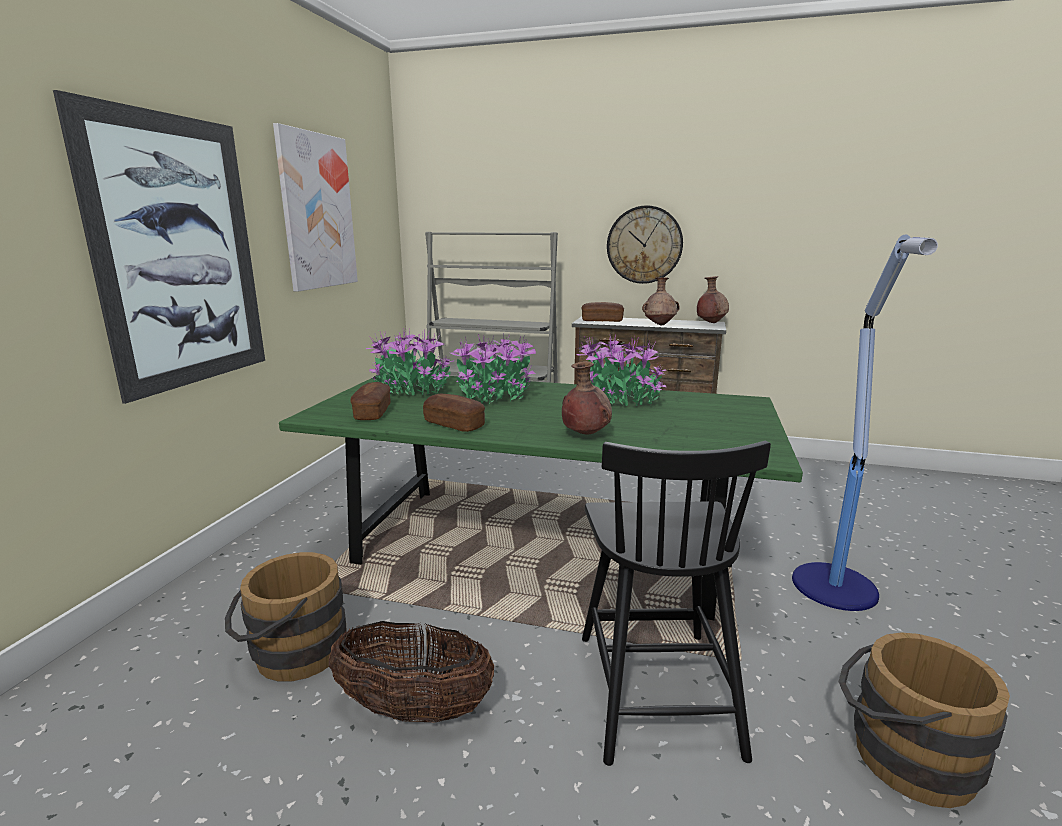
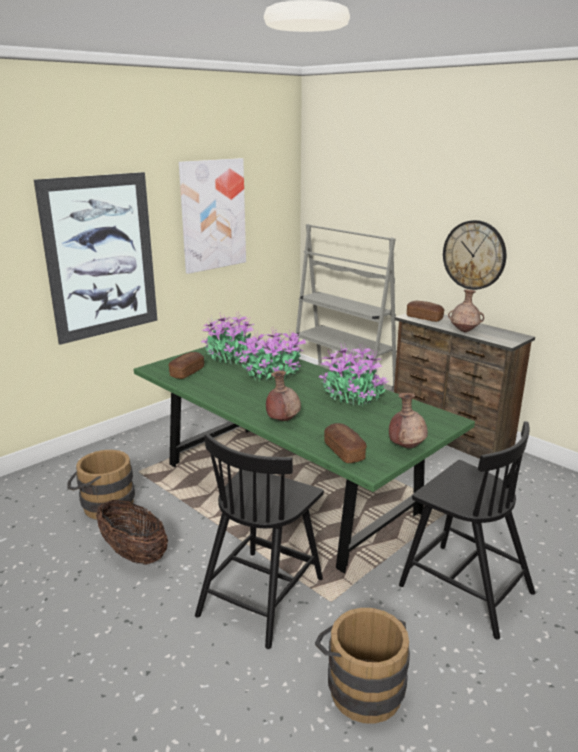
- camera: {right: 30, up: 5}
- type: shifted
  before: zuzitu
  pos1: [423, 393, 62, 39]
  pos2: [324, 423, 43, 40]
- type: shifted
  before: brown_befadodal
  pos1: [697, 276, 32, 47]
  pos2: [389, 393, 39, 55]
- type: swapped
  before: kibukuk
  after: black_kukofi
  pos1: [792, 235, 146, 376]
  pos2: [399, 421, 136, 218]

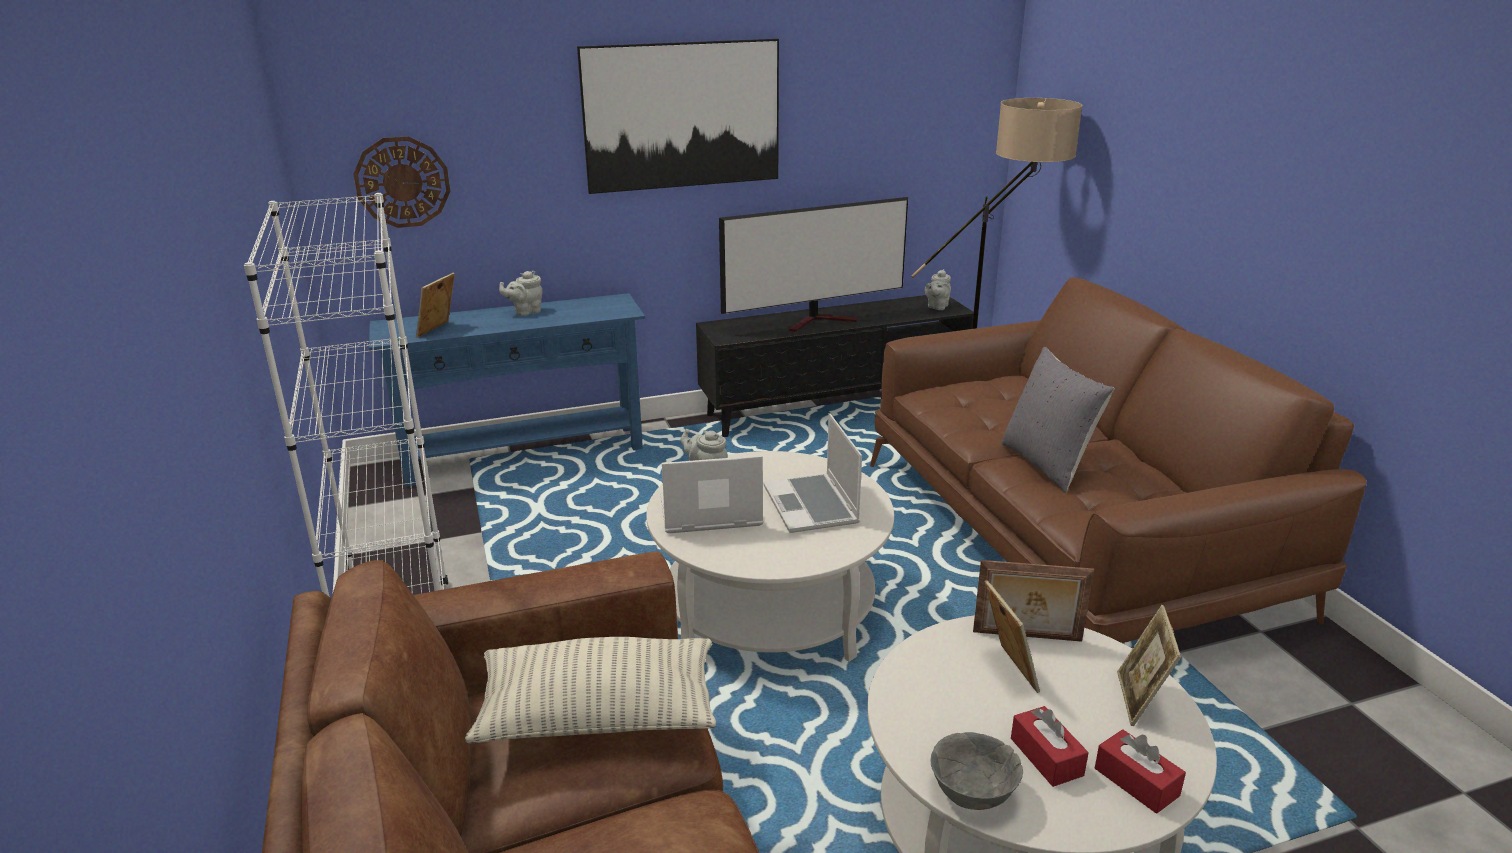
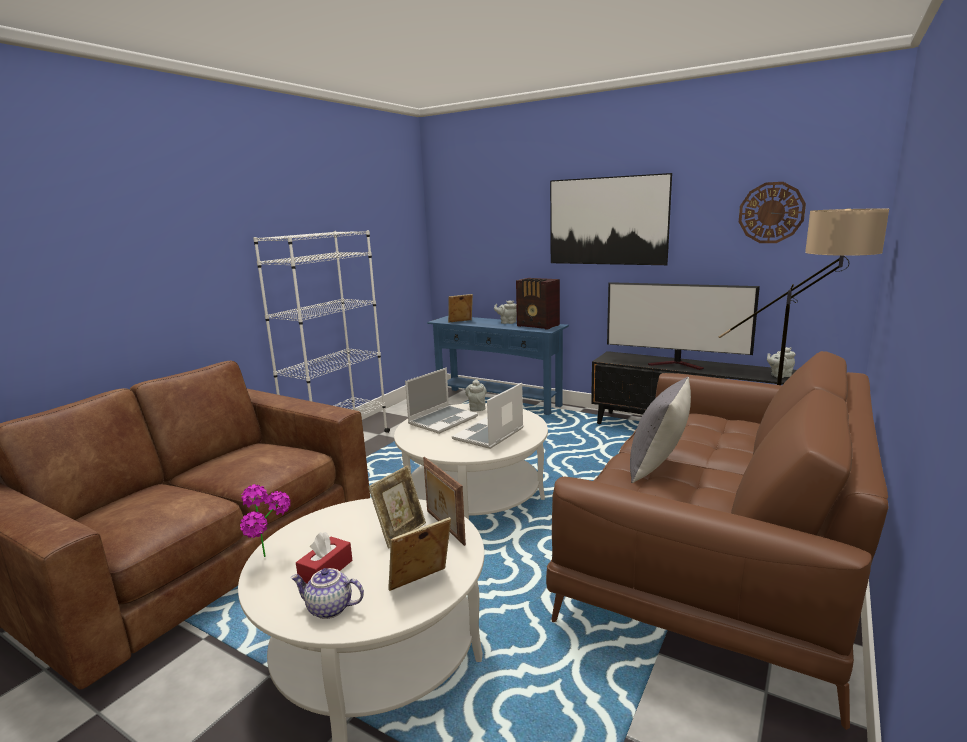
- camera: {right: 50, up: -10}
- type: shifted
  before: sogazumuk
  pos1: [353, 136, 97, 92]
  pos2: [739, 182, 67, 61]
- type: gone
  before: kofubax
  pos1: [465, 637, 251, 106]
- type: rotated
  before: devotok
  pos1: [660, 455, 103, 78]
  pos2: [405, 367, 73, 67]
  turn: 90
- type: swapped
  before: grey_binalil
  after: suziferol
  pos1: [931, 732, 92, 78]
  pos2: [240, 484, 51, 73]
- type: swapped
  before: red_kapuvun
  after: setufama
  pos1: [1095, 729, 91, 85]
  pos2: [291, 568, 73, 51]
- type: new
  after: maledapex
  pos2: [516, 278, 44, 52]

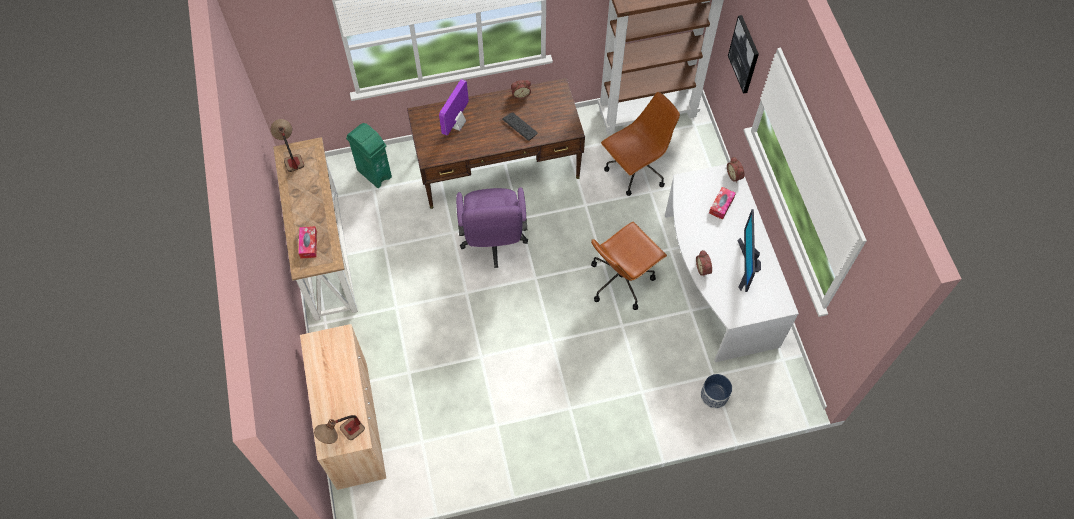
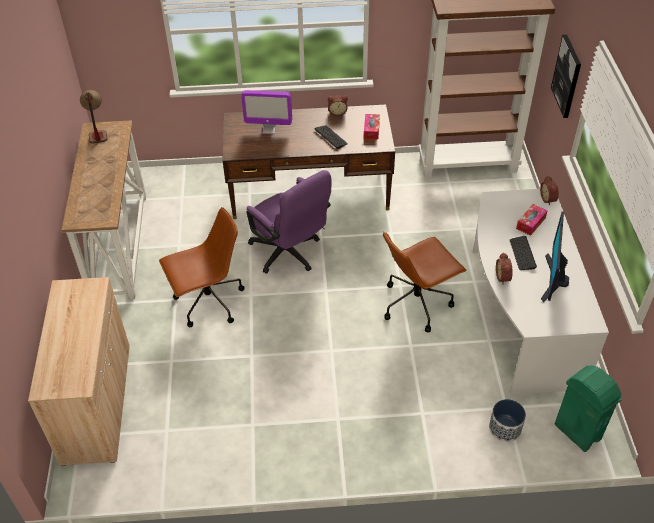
- camera: {right: 10, up: -15}
- type: shifted
  before: kapuvun
  pos1: [298, 226, 19, 33]
  pos2: [364, 114, 16, 25]
- type: gone
  before: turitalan
  pos1: [314, 415, 51, 29]
- type: shifted
  before: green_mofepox
  pos1: [346, 123, 46, 65]
  pos2: [555, 366, 67, 86]
- type: rotated
  before: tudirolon
  pos1: [439, 79, 30, 57]
  pos2: [241, 90, 51, 44]
  turn: -120
- type: rotated
  before: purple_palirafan
  pos1: [456, 187, 72, 81]
  pos2: [247, 170, 84, 104]
  turn: -45
- type: shifted
  before: brown_palirafan
  pos1: [601, 92, 79, 104]
  pos2: [159, 207, 85, 120]
- type: new
  after: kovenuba
  pos2: [510, 236, 27, 34]

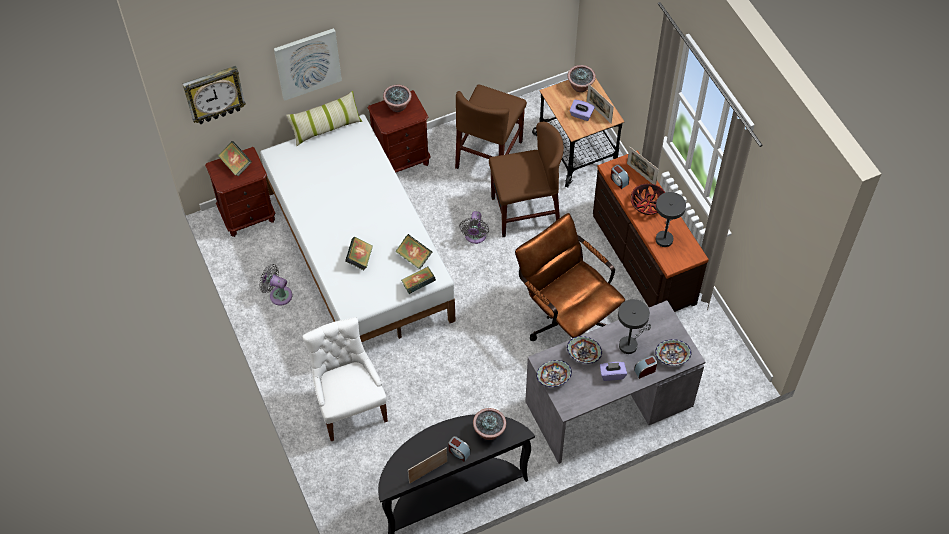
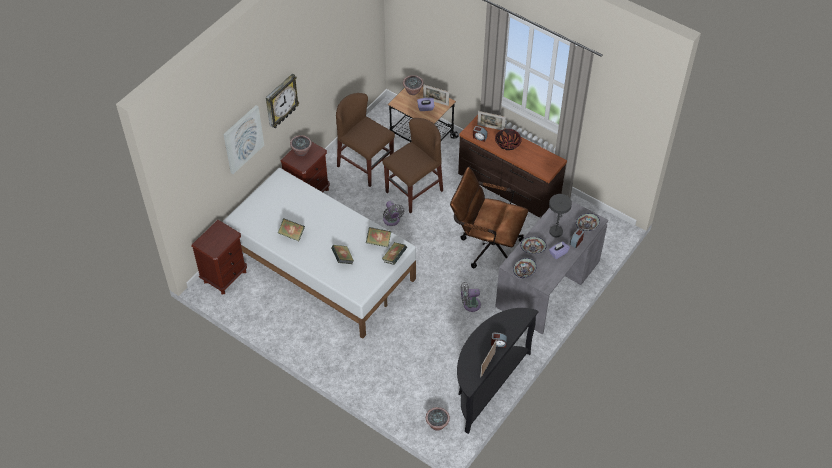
- camera: {right: -30, up: -5}
- type: shifted
  before: sogazumuk
  pos1: [183, 66, 63, 58]
  pos2: [266, 74, 33, 54]
- type: shifted
  before: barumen
  pos1: [218, 141, 34, 35]
  pos2: [278, 218, 27, 23]
- type: shifted
  before: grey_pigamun
  pos1: [259, 264, 33, 42]
  pos2: [461, 282, 20, 30]
- type: gone
  before: kofubax
  pos1: [286, 91, 76, 55]
- type: gone
  before: white_kukofi
  pos1: [302, 317, 86, 124]
- type: rotated
  before: brown_kukofi
  pos1: [455, 85, 72, 84]
  pos2: [336, 93, 59, 94]
  turn: 135
- type: shifted
  before: suziferol
  pos1: [473, 408, 33, 32]
  pos2: [426, 407, 24, 23]
- type: gone
  before: grey_turitalan
  pos1: [656, 192, 30, 55]

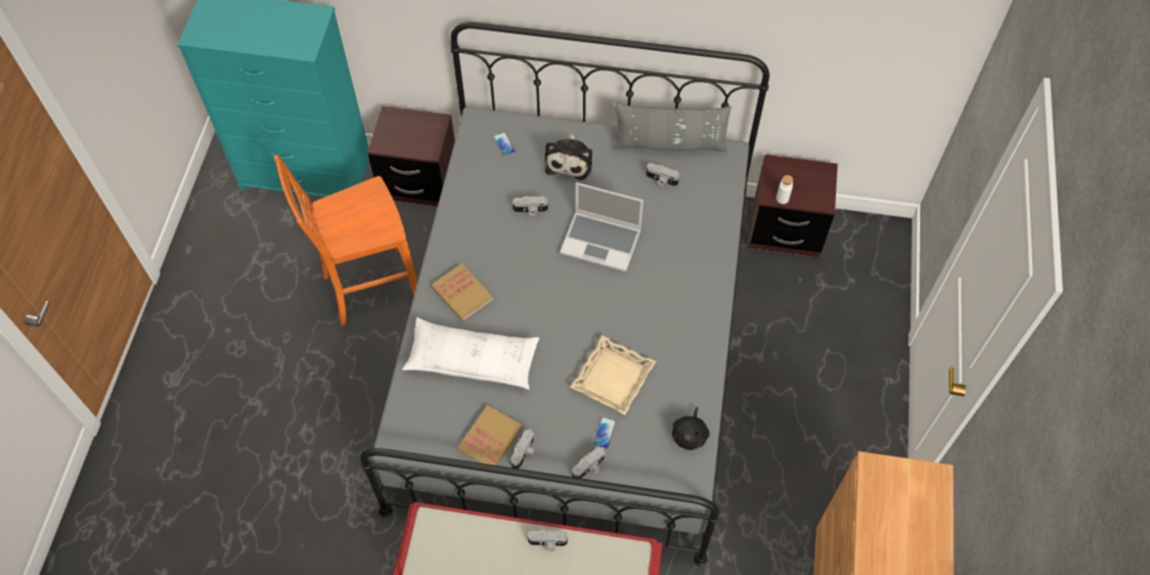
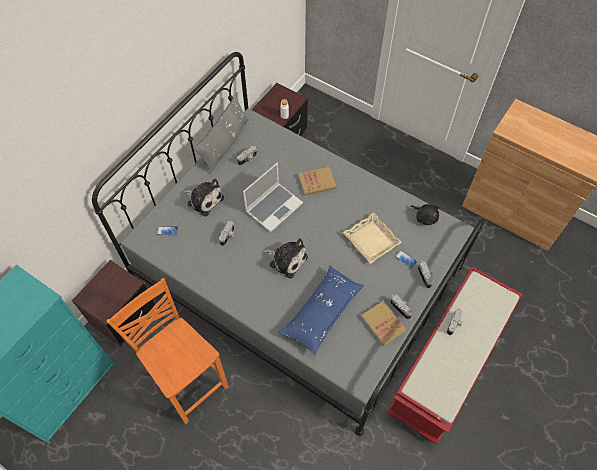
- camera: {right: -65, up: 0}
- type: rotated
  before: orange_kukofi
  pos1: [274, 155, 143, 171]
  pos2: [106, 278, 122, 146]
  turn: 135
- type: repainted
  before: white_kofubax
  after: blue_kofubax
  pos1: [402, 317, 137, 72]
  pos2: [279, 266, 85, 90]
- type: shifted
  before: barumen
  pos1: [431, 264, 62, 57]
  pos2: [298, 167, 39, 29]
- type: new
  after: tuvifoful
  pos2: [264, 238, 44, 40]

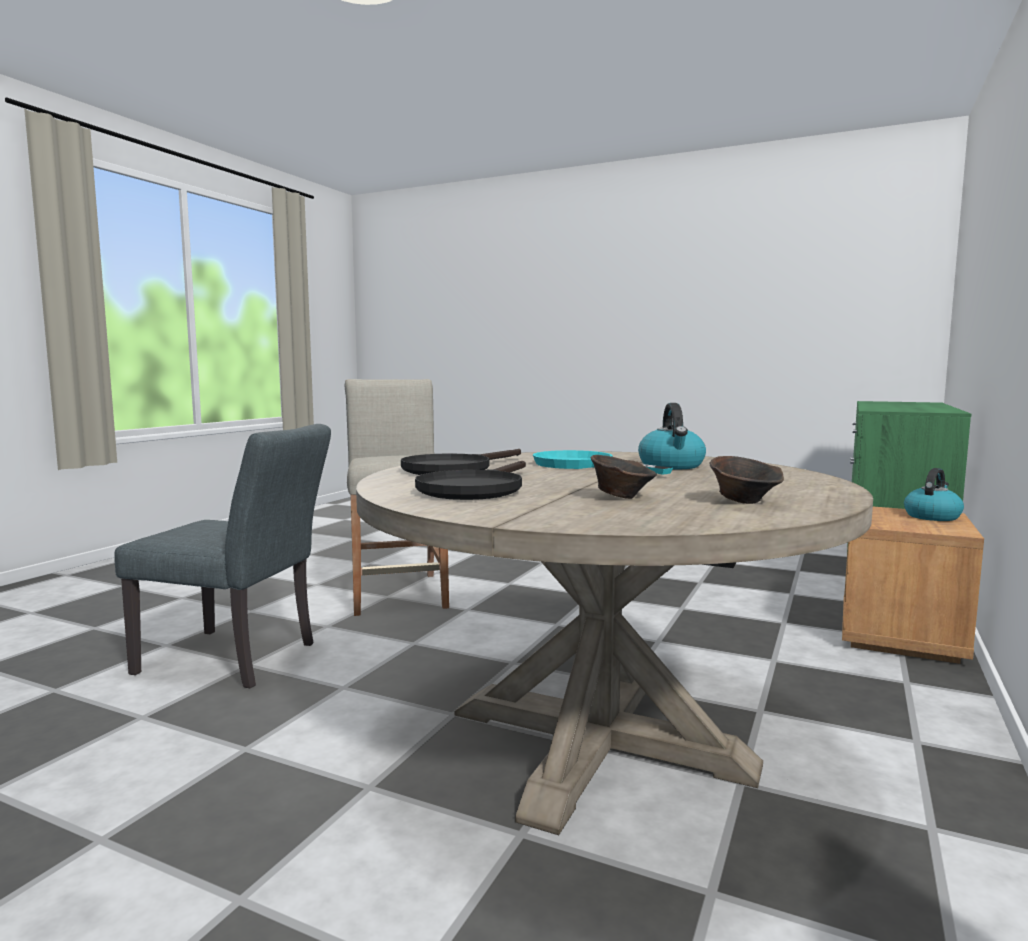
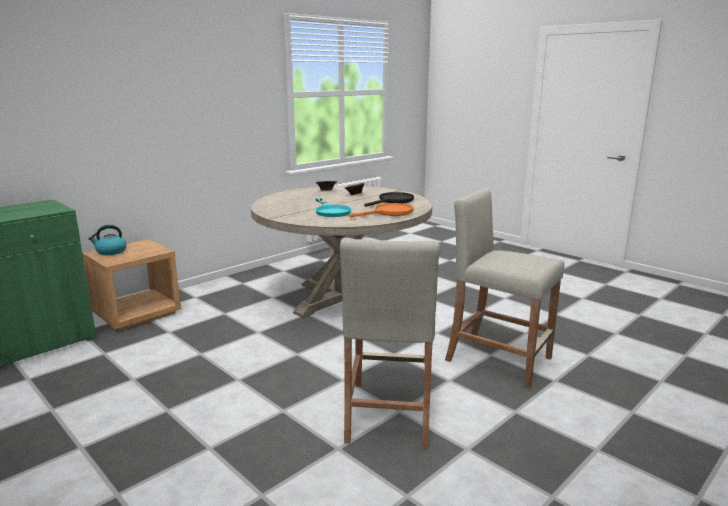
- camera: {right: -160, up: 10}
- type: swapped
  before: grey_kukofi
  after: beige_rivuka
  pos1: [114, 424, 217, 264]
  pos2: [445, 188, 120, 200]
- type: repainted
  before: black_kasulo
  after: orange_kasulo
  pos1: [401, 449, 120, 26]
  pos2: [349, 203, 64, 14]
- type: gone
  before: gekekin
  pos1: [638, 403, 68, 66]

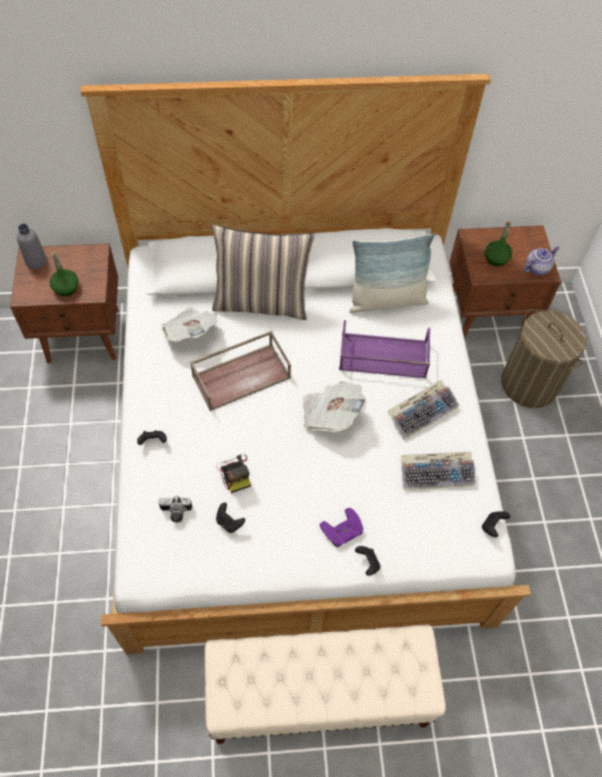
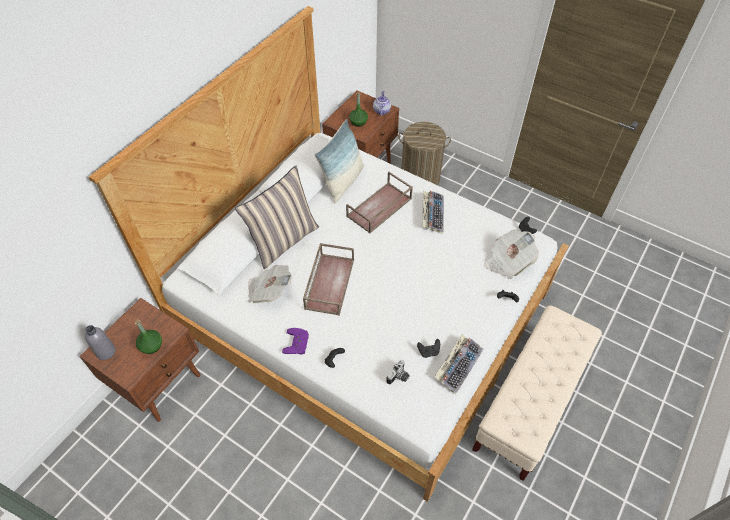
- camera: {right: -50, up: -5}
- type: gone
  before: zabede
  pos1: [216, 454, 35, 39]
- type: shifted
  before: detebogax
  pos1: [303, 381, 64, 51]
  pos2: [486, 229, 53, 50]
- type: shifted
  before: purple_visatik
  pos1: [320, 508, 43, 40]
  pos2: [282, 328, 27, 27]
- type: repainted
  before: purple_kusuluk
  after: brown_kusuluk
  pos1: [339, 320, 91, 58]
  pos2: [346, 172, 67, 62]
- type: shifted
  before: kovenuba
  pos1: [401, 452, 75, 38]
  pos2: [434, 335, 49, 59]

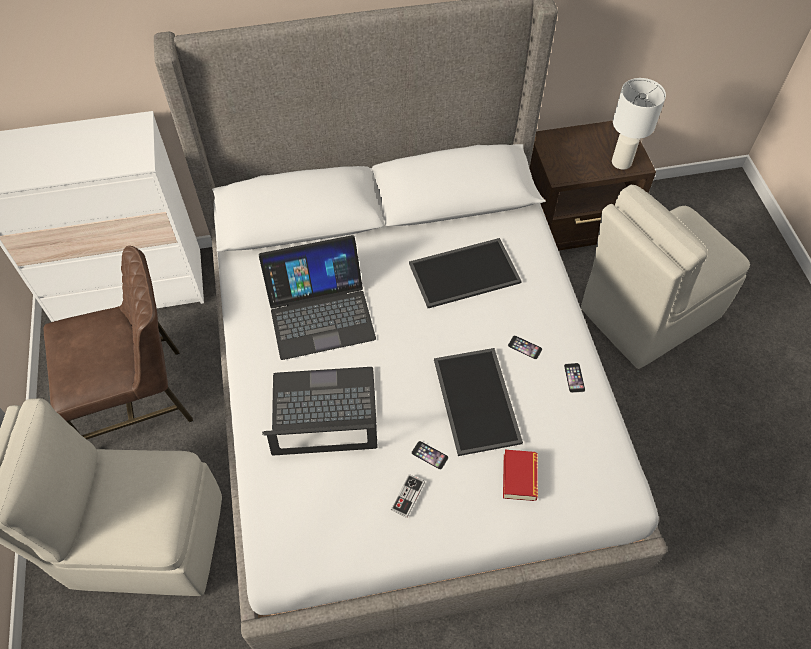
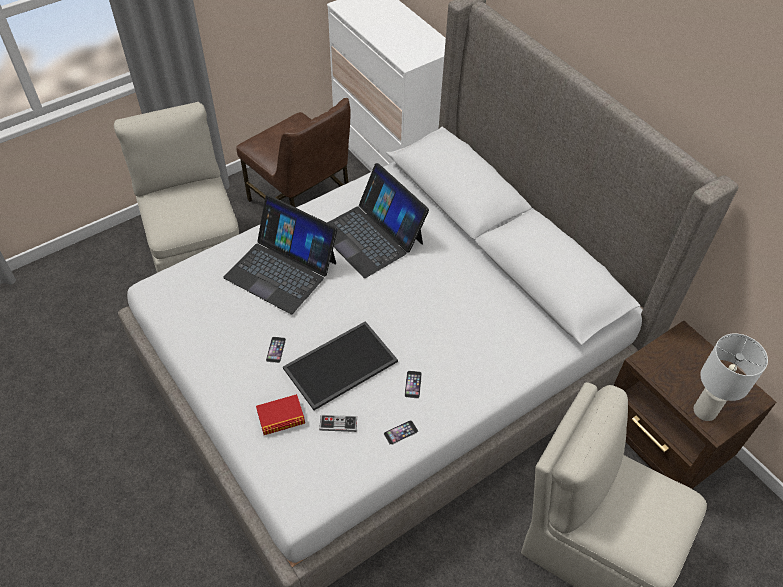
- camera: {right: 65, up: -5}
- type: rotated
  before: devotok
  pos1: [262, 367, 116, 89]
  pos2: [223, 195, 115, 119]
  turn: 150
- type: shifted
  before: visatik
  pos1: [391, 474, 34, 44]
  pos2: [319, 415, 38, 17]
- type: gone
  before: kusuluk
  pos1: [409, 238, 113, 70]

